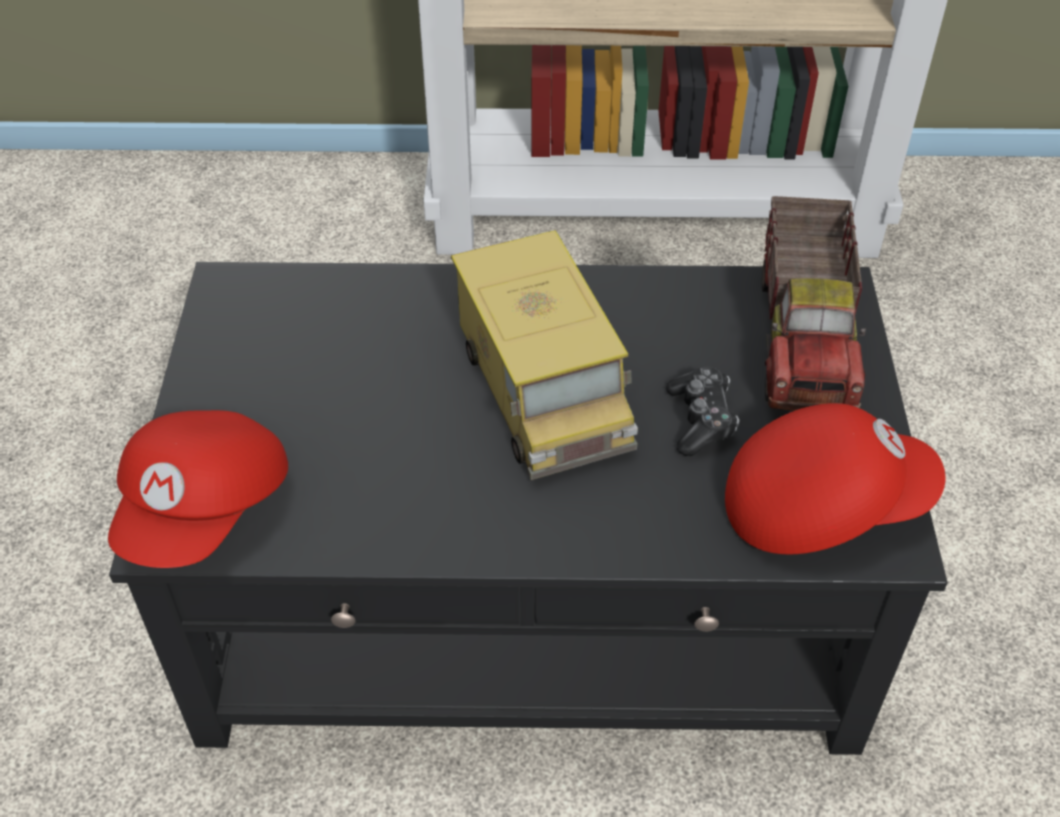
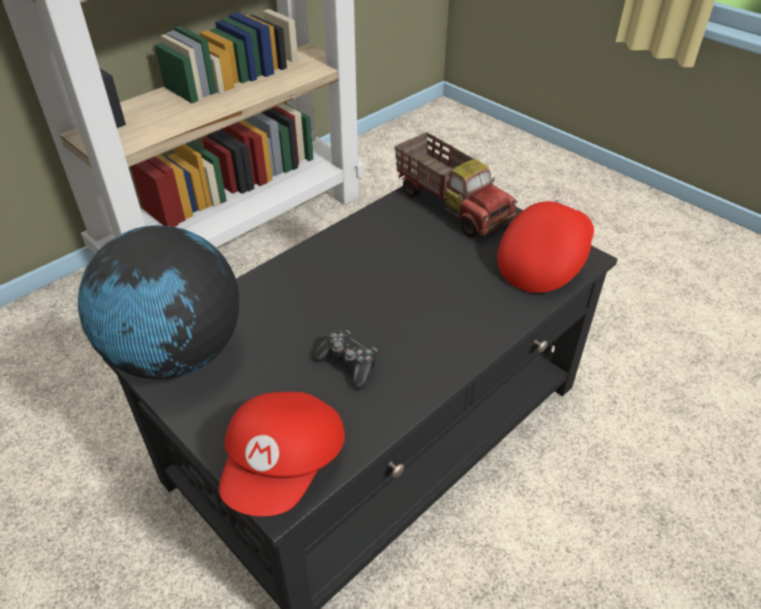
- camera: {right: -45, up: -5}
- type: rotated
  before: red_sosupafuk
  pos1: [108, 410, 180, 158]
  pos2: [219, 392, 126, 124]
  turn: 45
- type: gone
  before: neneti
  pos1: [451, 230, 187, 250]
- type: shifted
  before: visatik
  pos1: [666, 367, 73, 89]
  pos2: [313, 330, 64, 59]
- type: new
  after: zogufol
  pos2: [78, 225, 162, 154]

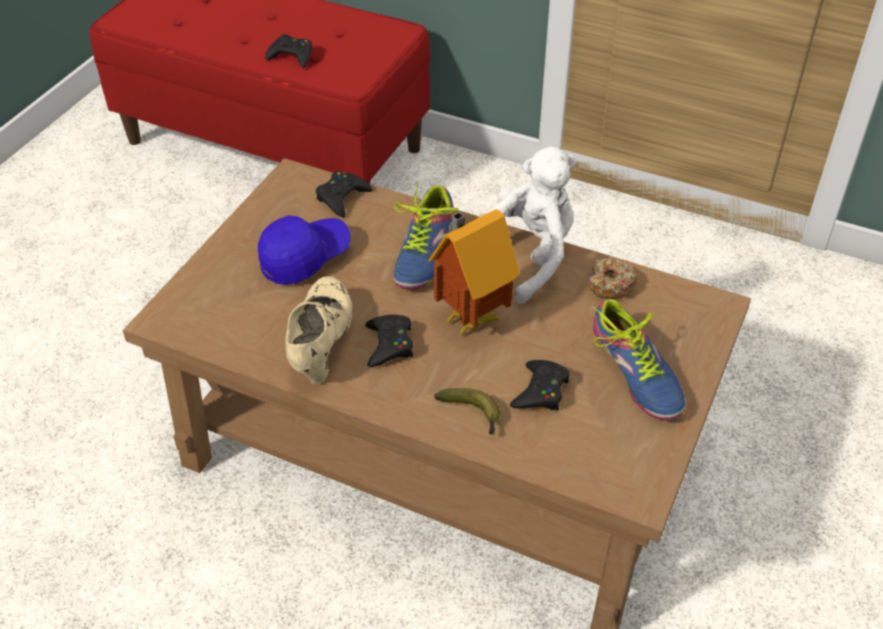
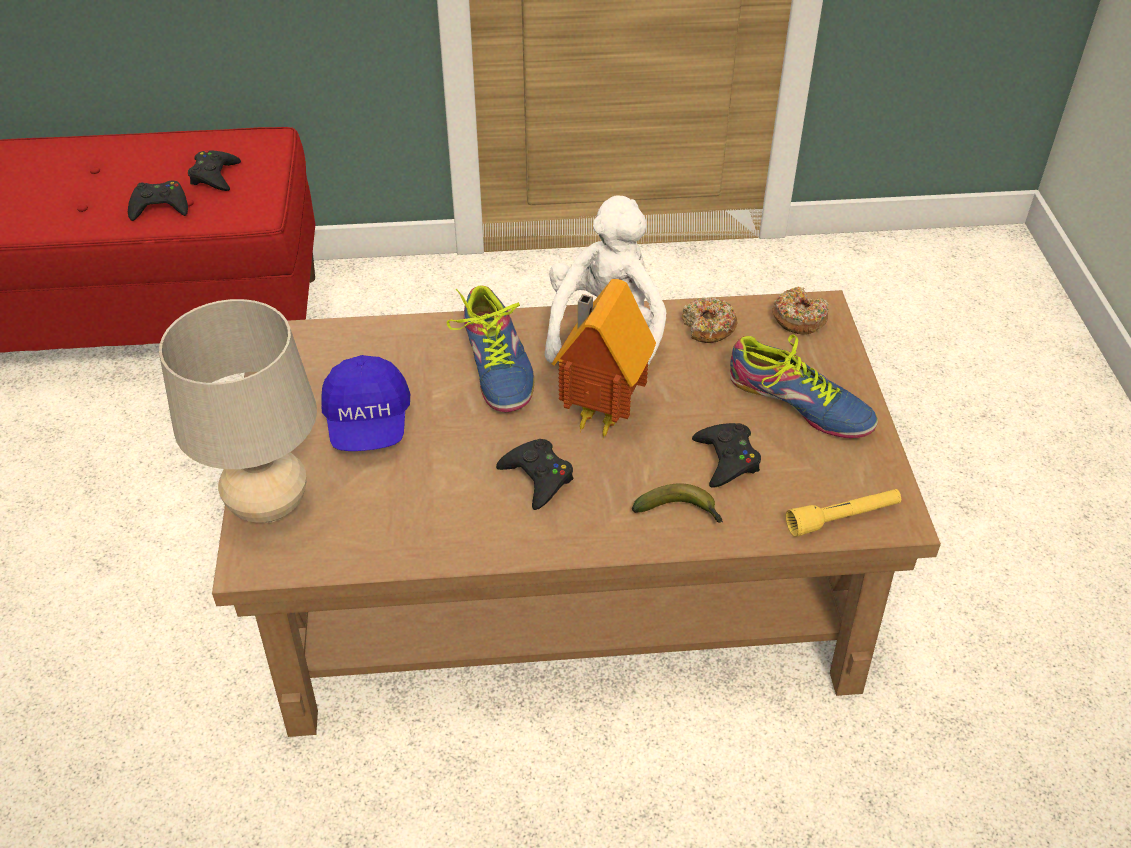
- camera: {right: -30, up: 0}
- type: rotated
  before: blue_sosupafuk
  pos1: [258, 215, 92, 70]
  pos2: [321, 355, 89, 96]
  turn: 150
- type: gone
  before: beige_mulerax
  pos1: [285, 276, 67, 108]
- type: shifted
  before: black_visatik
  pos1: [316, 171, 57, 46]
  pos2: [188, 150, 53, 41]
- type: new
  after: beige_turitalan
  pos2: [159, 299, 158, 224]
- type: new
  after: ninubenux
  pos2: [772, 287, 56, 48]
- type: new
  after: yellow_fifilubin
  pos2: [786, 489, 115, 48]

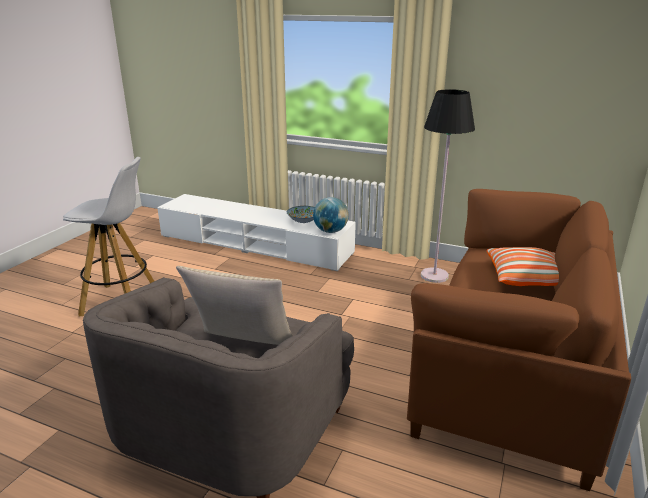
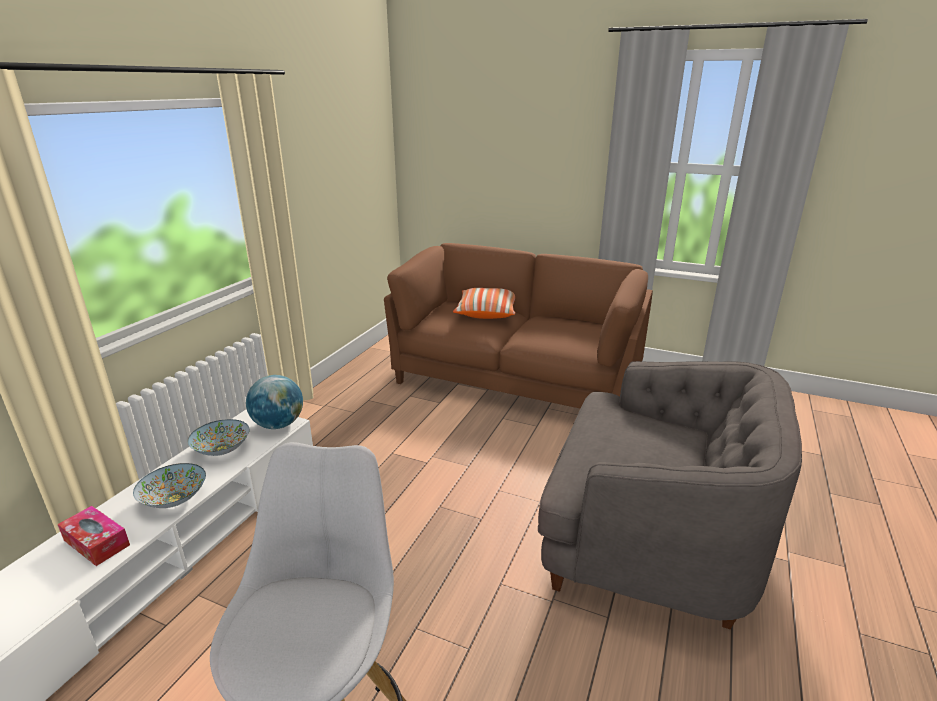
- camera: {right: -90, up: 0}
- type: gone
  before: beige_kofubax
  pos1: [176, 266, 117, 79]
- type: gone
  before: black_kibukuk
  pos1: [421, 89, 54, 194]
- type: new
  after: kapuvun
  pos2: [58, 506, 72, 60]
- type: new
  after: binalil
  pos2: [133, 463, 73, 45]

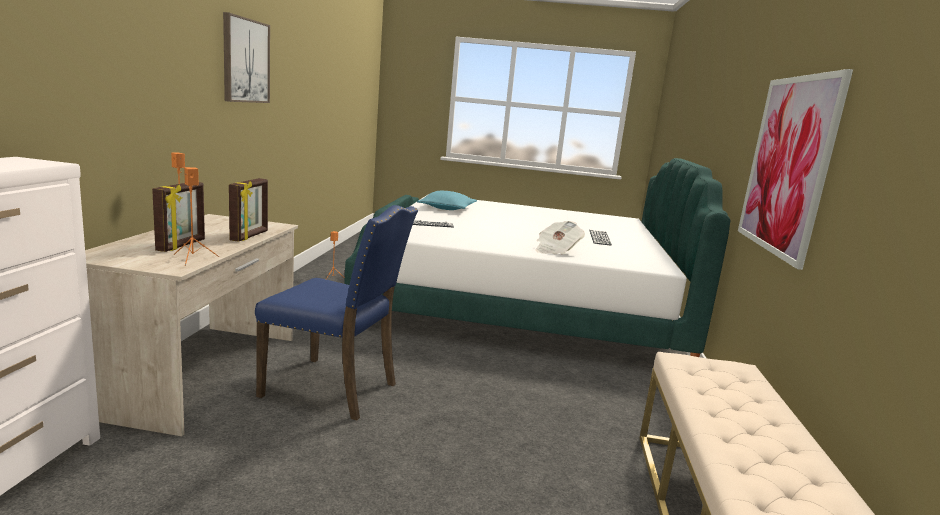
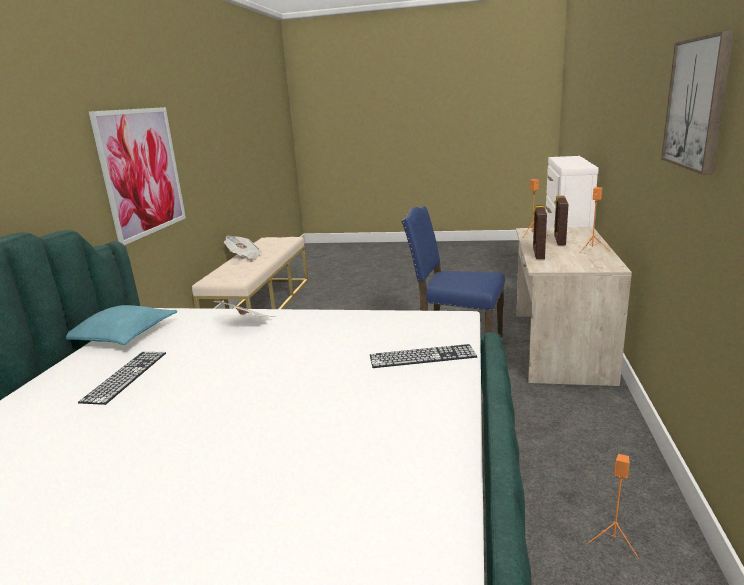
- camera: {right: -175, up: 5}
- type: shifted
  before: turquoise_kofubax
  pos1: [417, 191, 60, 19]
  pos2: [66, 305, 111, 40]
- type: new
  after: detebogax
  pos2: [224, 236, 38, 23]

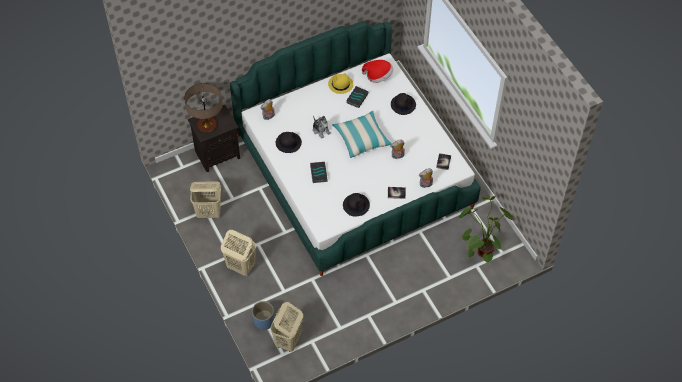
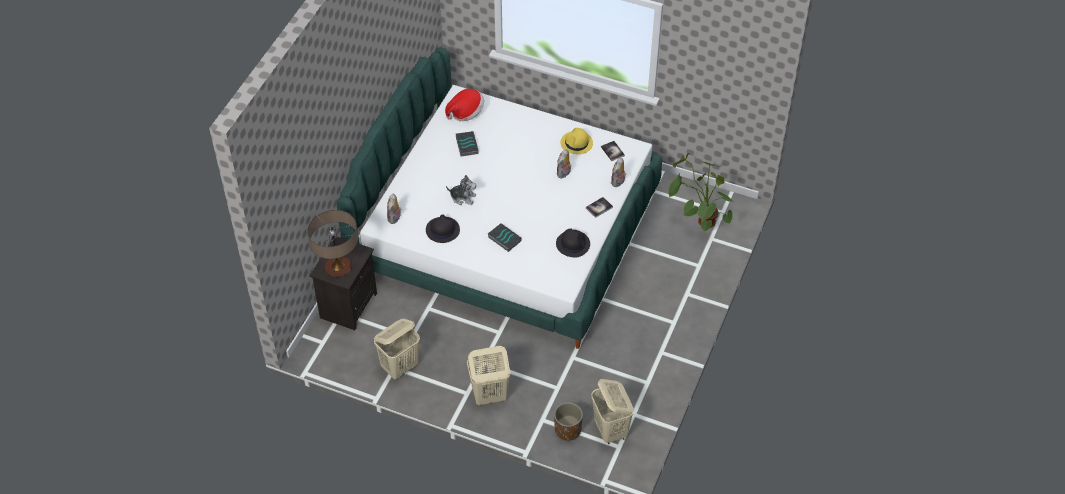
- camera: {right: -40, up: -5}
- type: repainted
  before: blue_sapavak
  after: brown_sapavak
  pos1: [252, 301, 22, 29]
  pos2: [554, 402, 29, 39]
- type: shifted
  before: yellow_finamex
  pos1: [328, 73, 25, 21]
  pos2: [560, 128, 33, 27]
- type: gone
  before: kofubax
  pos1: [332, 111, 60, 47]
- type: gone
  before: black_finamex
  pos1: [391, 93, 25, 22]

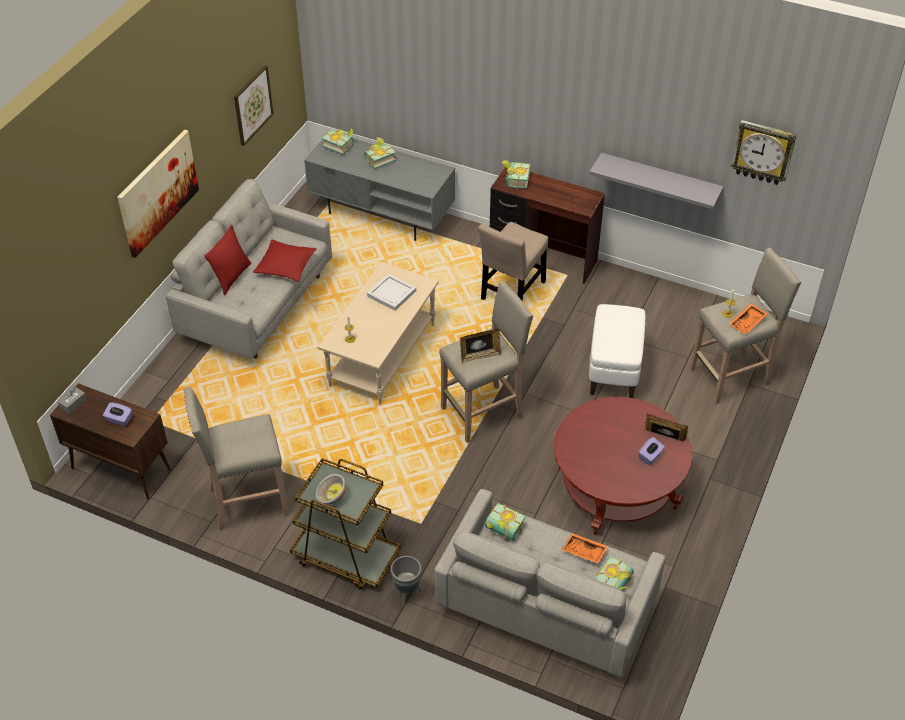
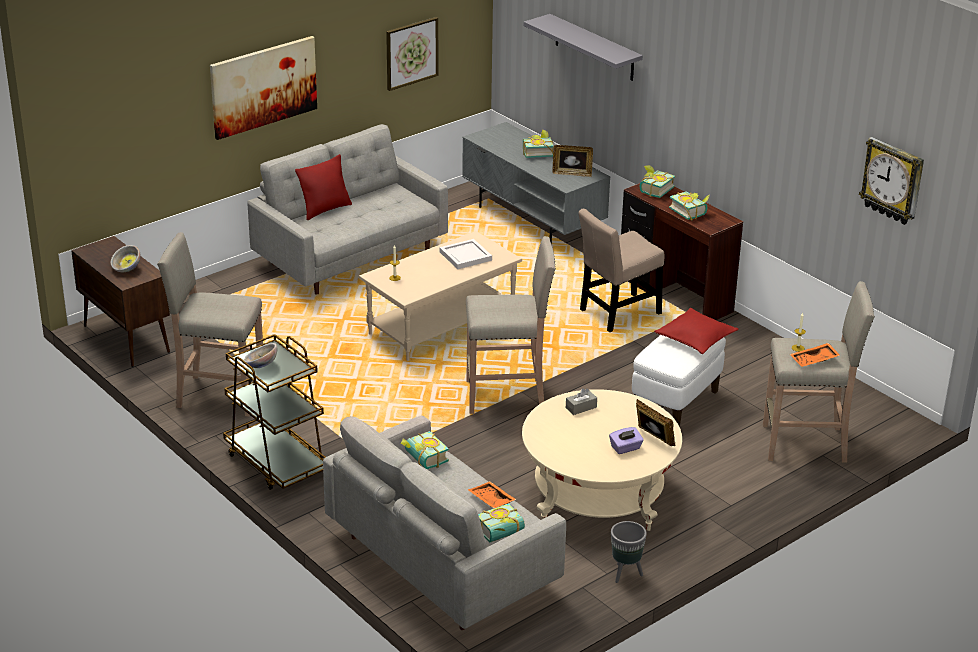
- camera: {right: 25, up: -15}
- type: shifted
  before: grey_kapuvun
  pos1: [58, 388, 29, 26]
  pos2: [566, 388, 31, 27]
- type: swapped
  before: purple_kapuvun
  after: binalil
  pos1: [103, 402, 29, 24]
  pos2: [110, 245, 31, 27]
- type: shifted
  before: red_kofubax
  pos1: [253, 239, 63, 43]
  pos2: [654, 308, 85, 46]
- type: shifted
  before: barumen
  pos1: [322, 129, 32, 26]
  pos2: [669, 191, 41, 30]
- type: shifted
  before: grey_sapavak
  pos1: [391, 556, 30, 51]
  pos2: [611, 521, 36, 62]
- type: shifted
  before: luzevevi
  pos1: [460, 329, 41, 34]
  pos2: [552, 145, 41, 32]
- type: repainted
  before: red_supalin
  after: beige_supalin
  pos1: [554, 397, 138, 138]
  pos2: [522, 389, 160, 142]
- type: shifted
  before: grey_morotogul
  pos1: [589, 153, 135, 56]
  pos2: [524, 14, 119, 67]

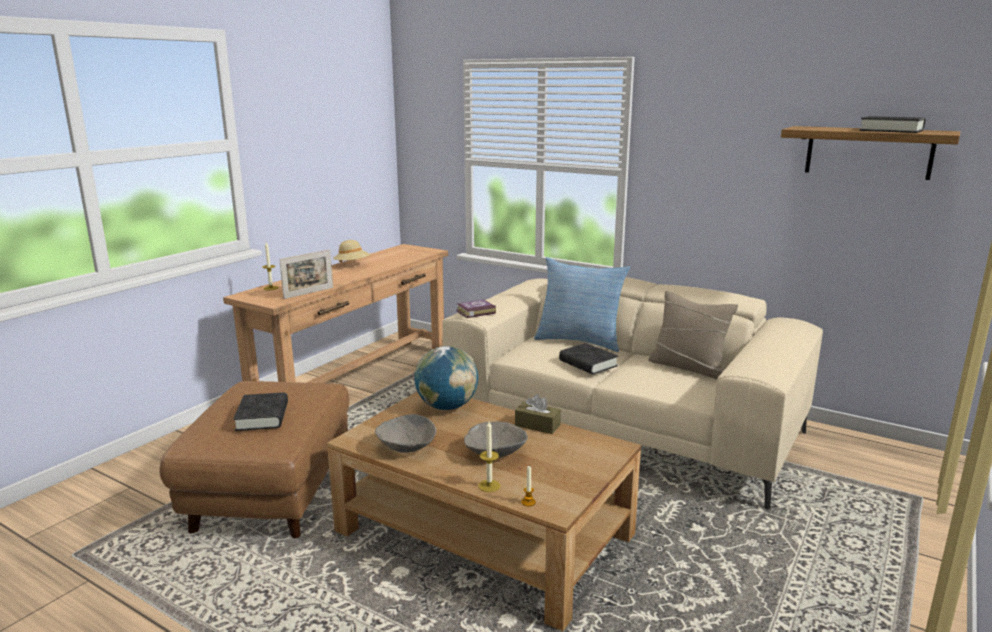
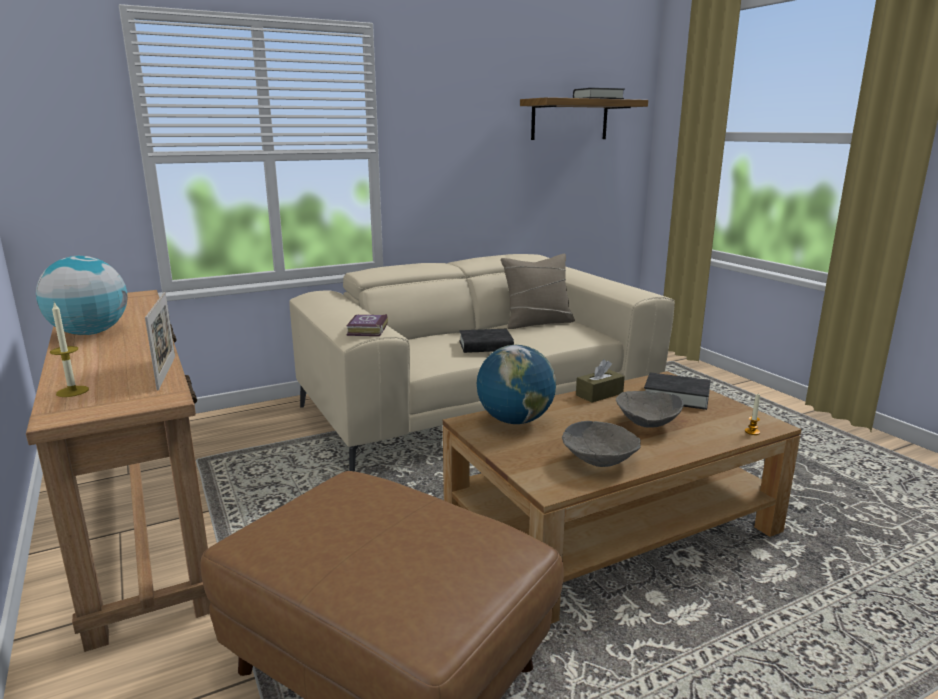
- camera: {right: -60, up: 0}
- type: shifted
  before: black_barumen
  pos1: [233, 392, 55, 39]
  pos2: [644, 372, 67, 38]
- type: swapped
  before: beige_finamex
  after: zogufol
  pos1: [333, 240, 38, 23]
  pos2: [36, 256, 92, 79]
- type: gone
  before: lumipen
  pos1: [478, 421, 23, 71]
- type: gone
  before: kofubax
  pos1: [534, 257, 96, 95]

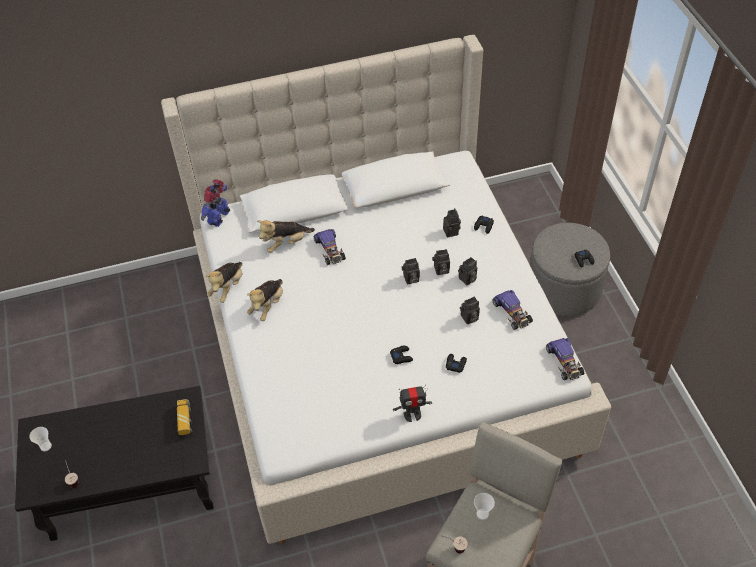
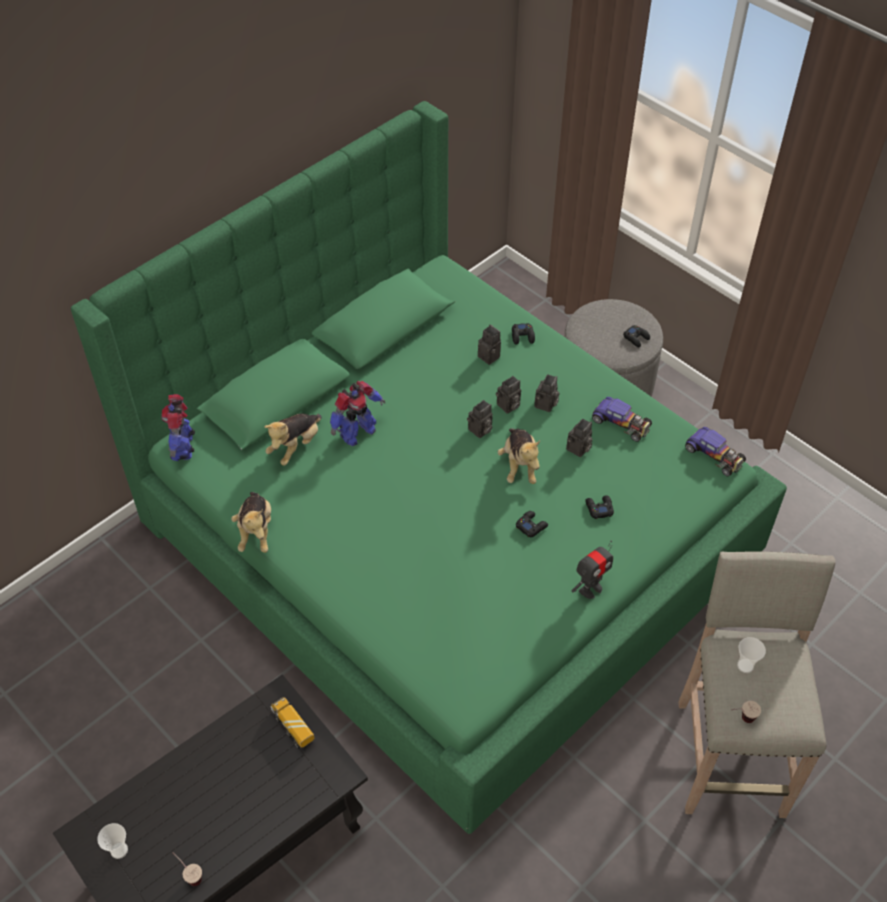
- camera: {right: -30, up: 0}
- type: repainted
  before: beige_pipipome
  after: green_pipipome
  pos1: [161, 34, 450, 510]
  pos2: [71, 101, 716, 733]
- type: shifted
  before: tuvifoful
  pos1: [247, 279, 36, 42]
  pos2: [498, 428, 42, 56]
- type: swapped
  before: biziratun
  after: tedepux
  pos1: [314, 229, 32, 36]
  pos2: [330, 381, 55, 65]

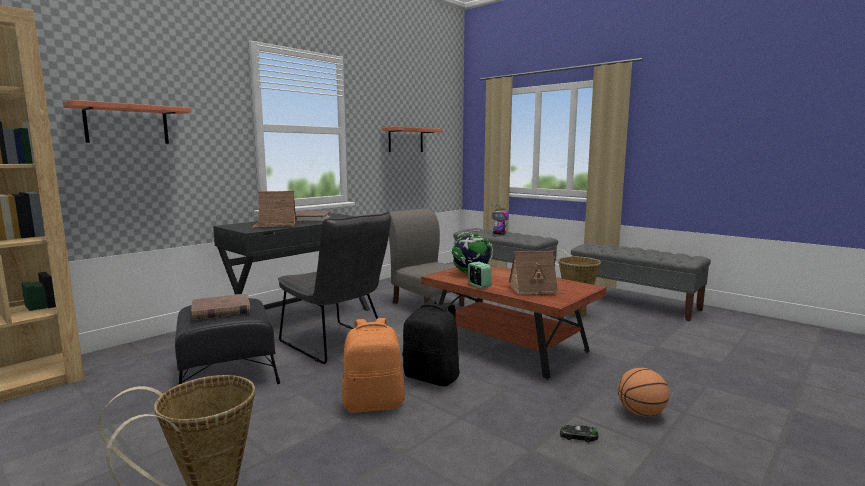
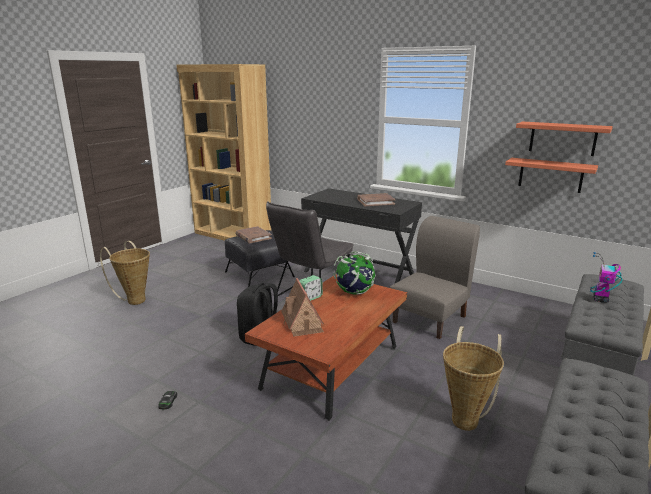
- camera: {right: 80, up: 10}
- type: shifted
  before: morotogul
  pos1: [63, 100, 129, 44]
  pos2: [505, 158, 93, 35]
- type: gone
  before: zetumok
  pos1: [252, 191, 44, 37]
- type: gone
  before: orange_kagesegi
  pos1: [342, 318, 63, 95]
- type: gone
  before: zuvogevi
  pos1: [618, 368, 51, 48]

